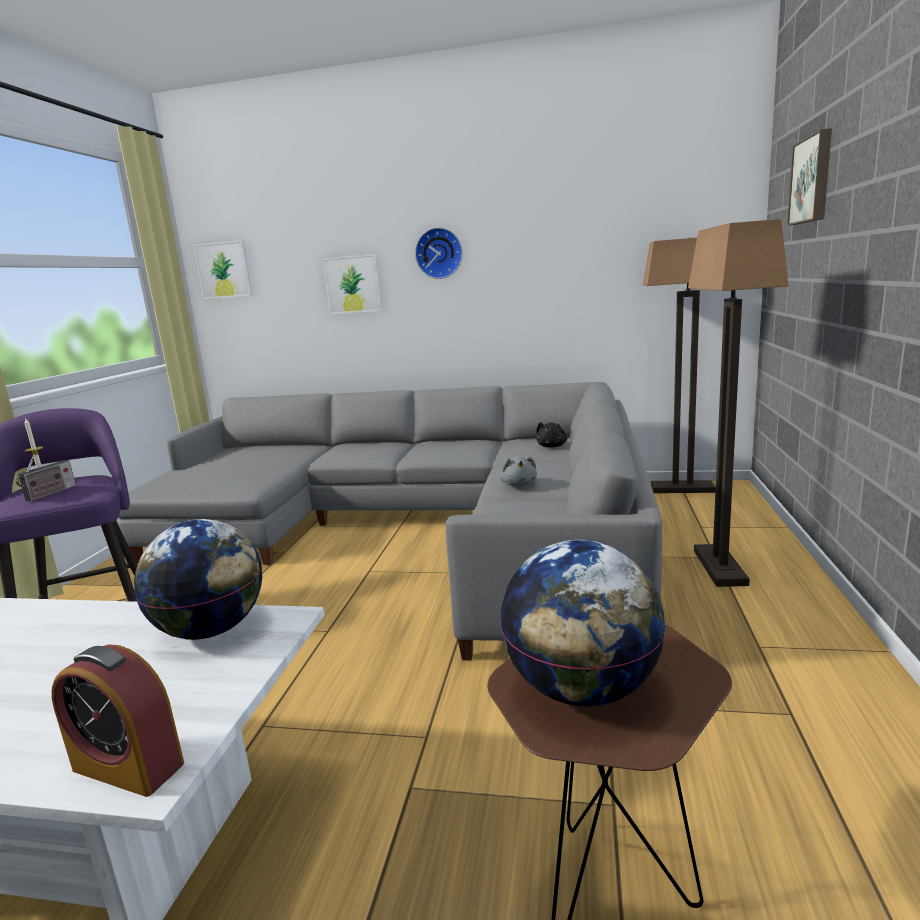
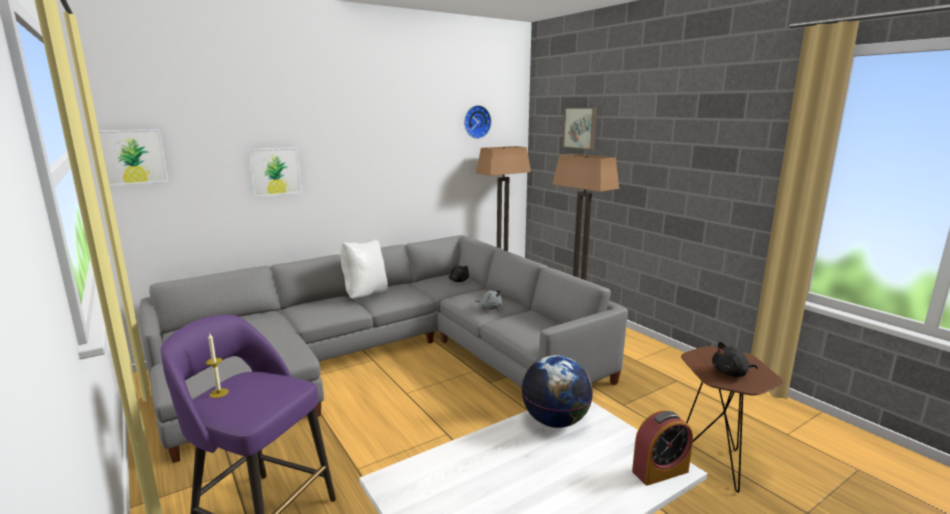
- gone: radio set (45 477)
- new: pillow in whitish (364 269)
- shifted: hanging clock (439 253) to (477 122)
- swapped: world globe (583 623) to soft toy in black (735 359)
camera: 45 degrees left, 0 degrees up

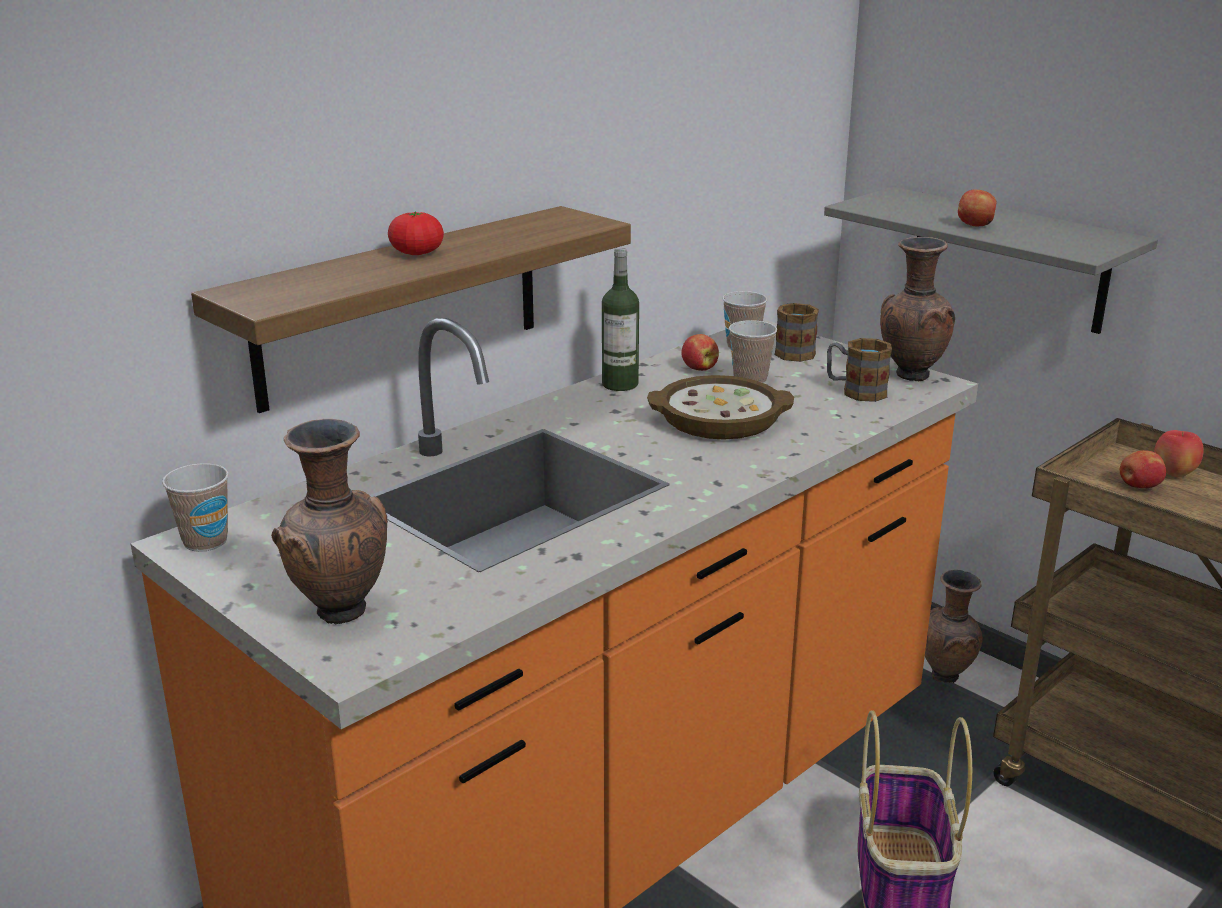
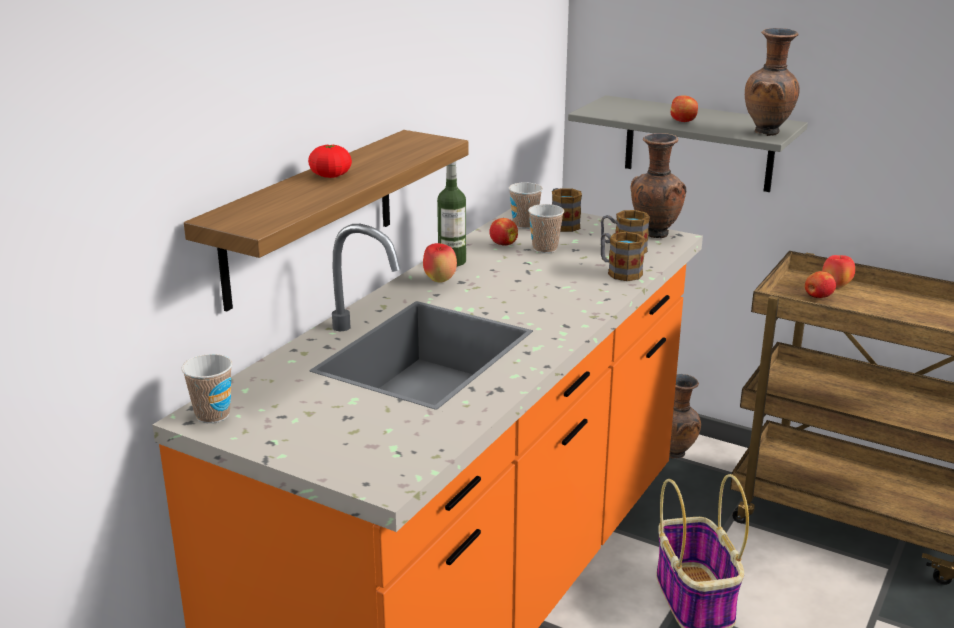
- gone: serving bowl (720 407)
- new: whole apple (440 263)
- new: coffee mug (623 256)
- shifted: decorative vase in brown (329 521) to (772 82)
camera: 15 degrees left, 0 degrees up

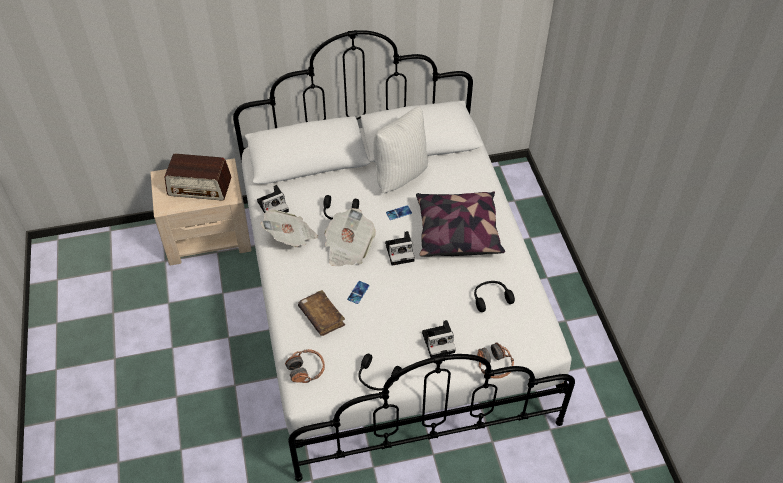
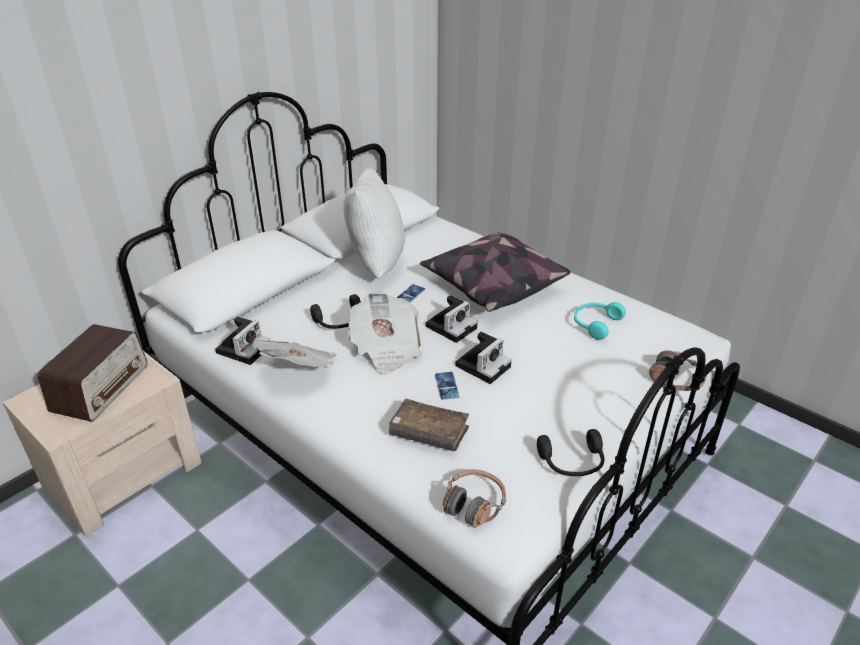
- shifted: still camera (439 339) to (483 358)
- repainted: pair of headphones in black (494 296) to pair of headphones in turquoise (600 321)
- rotated: radio set (198 177) = (92 373) 45 degrees counterclockwise
camera: 35 degrees left, 15 degrees down

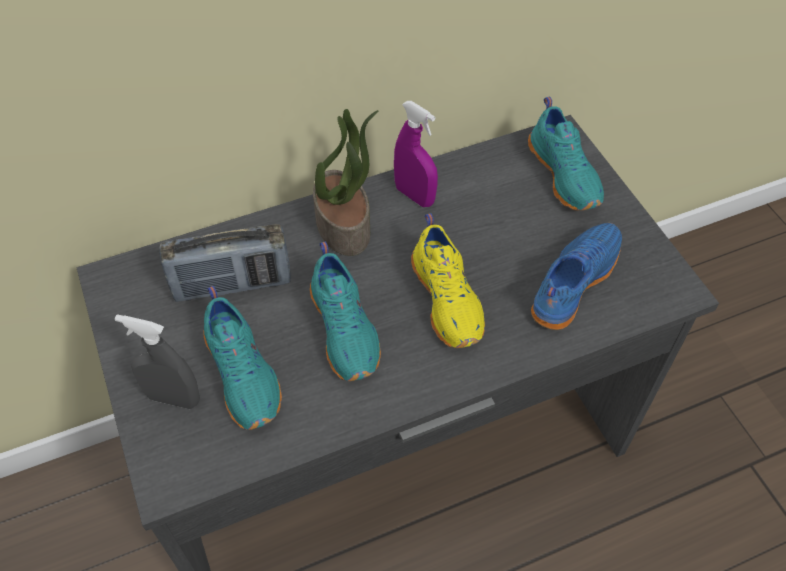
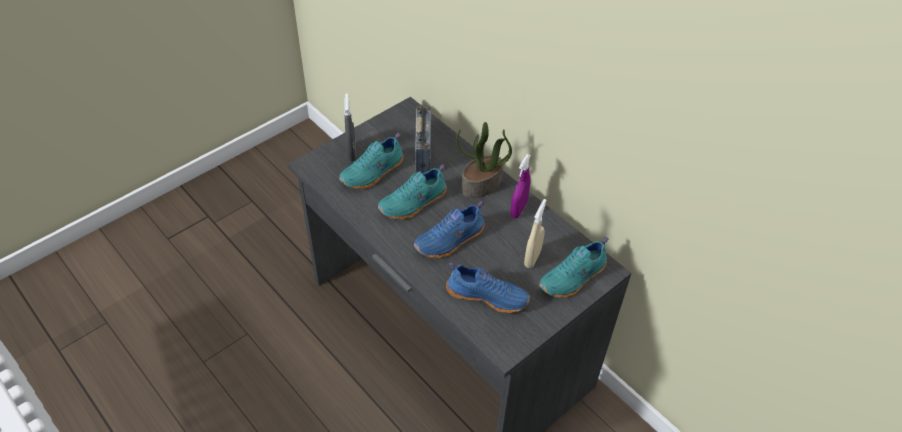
- new: hand sprayer in sand-coloured (535 233)
- repainted: item of footwear in yellowish (448 280) to item of footwear in blue (449 229)
- rotated: radio set (225 263) = (423 139) 150 degrees counterclockwise
camera: 70 degrees right, 5 degrees down

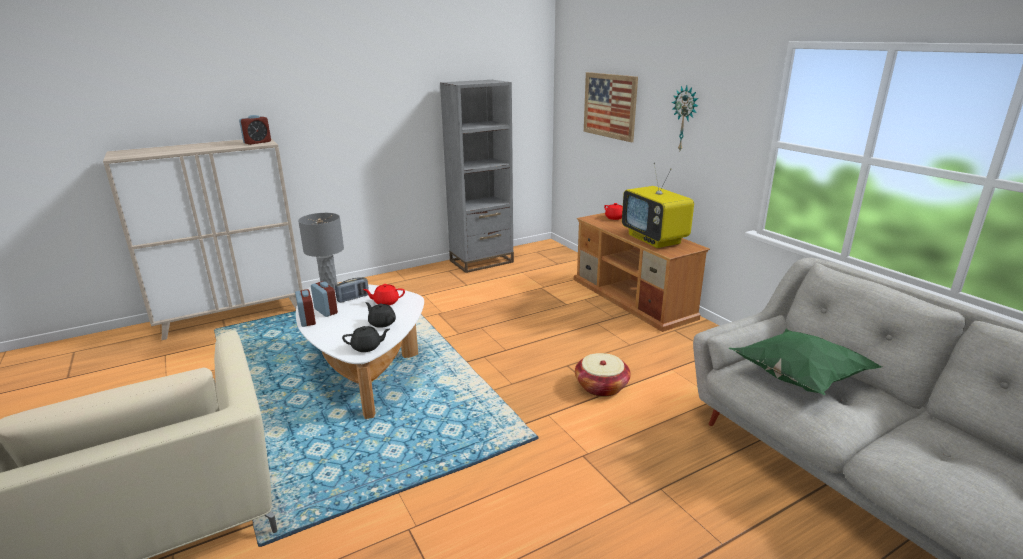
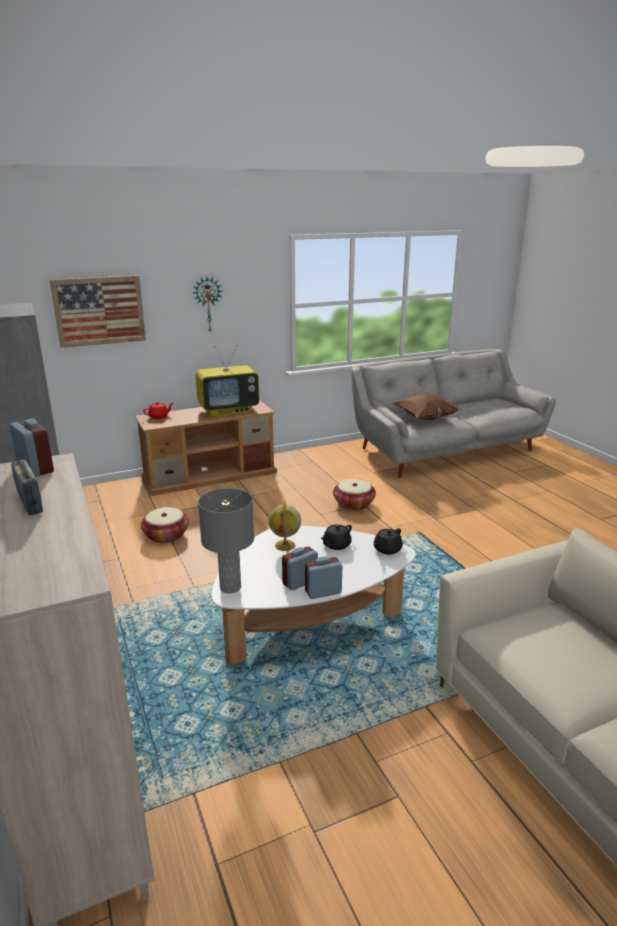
- new: storage basket (165 525)
- shifted: radio set (352 290) to (27 487)
- swapped: pot for tea in red-coloured (384 294) to world globe (285 525)
- repainted: pillow in green-coloured (805 362) to pillow in brown (427 406)
- rotated: pot for tea in black (366 339) = (388 541) 135 degrees counterclockwise
camera: 85 degrees left, 0 degrees up

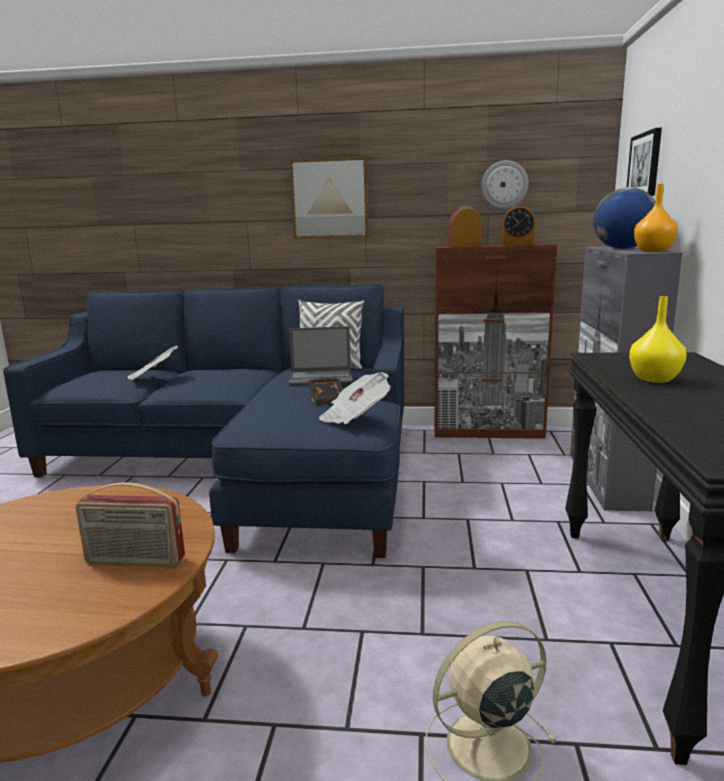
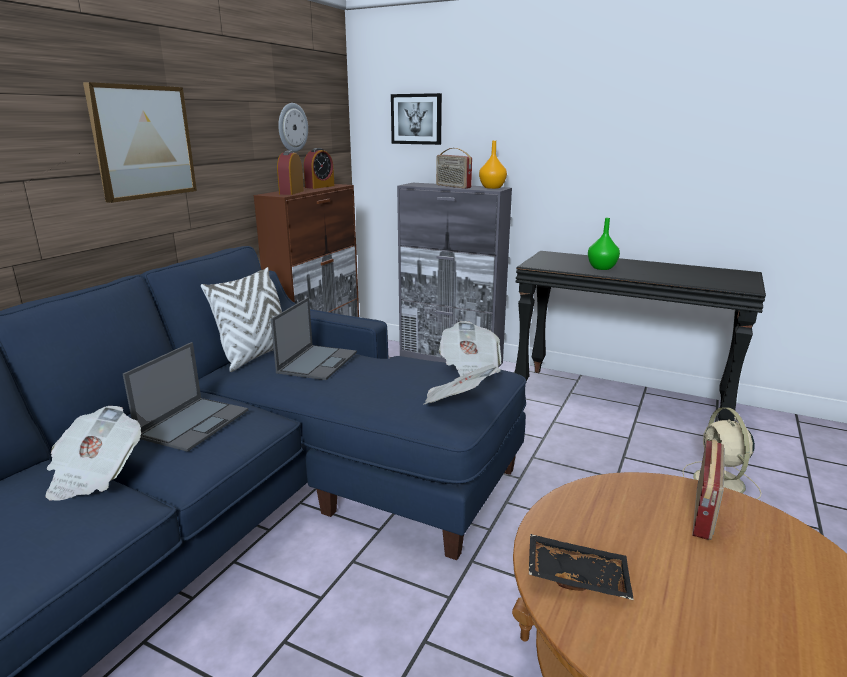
- new: notebook computer (185 397)
- new: newspaper (460 384)
- shifted: carrying tray in black (325 390) to (581 567)
- swapped: world globe (624 218) to radio set (454 168)
- repainted: decorative vase in yellowish (658 339) to decorative vase in green-coloured (604 244)
camera: 70 degrees left, 5 degrees up

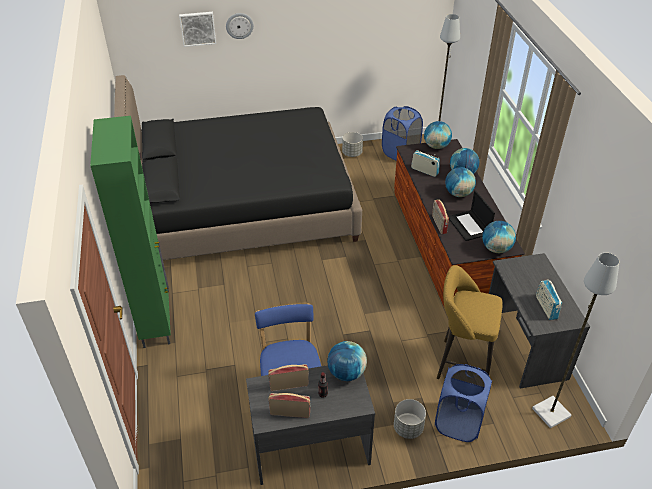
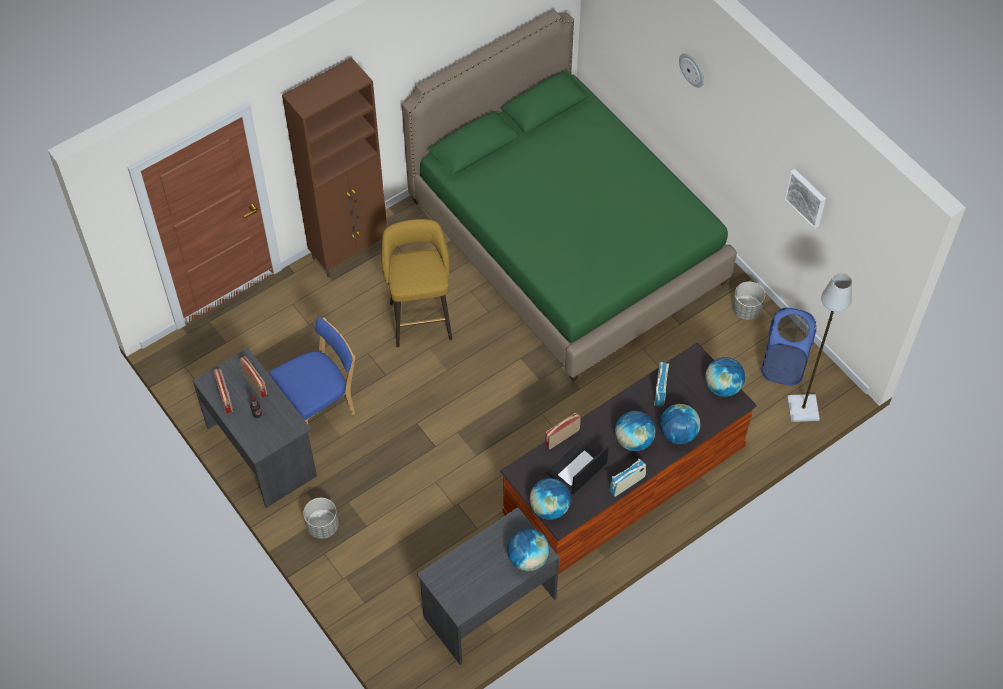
- gone: laundry basket in blue (463 403)
- gone: standard lamp in grey (575 340)
- shifted: picture (197 29) to (805 199)
- shifted: world globe (347 361) to (528 550)
- shifted: sitting stool in yellowish (470 322) to (417 283)
- shifted: radio set (549 299) to (627 478)
- repainted: cupboard in green-coloured (130 232) to cupboard in brown (334 168)
- repainted: bedroom bed in black (238 167) to bedroom bed in green-coloured (569 195)
camera: 65 degrees right, 15 degrees up

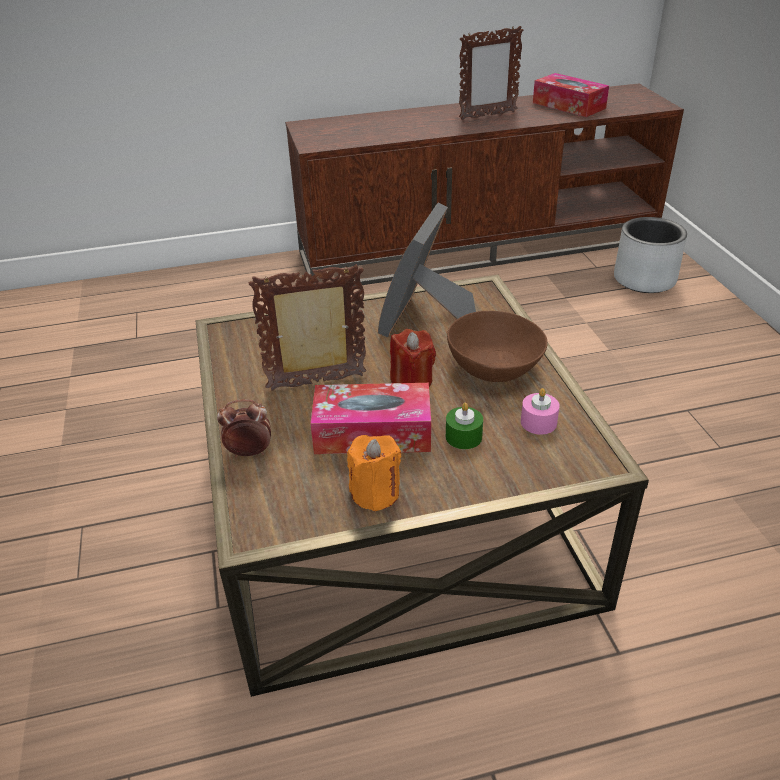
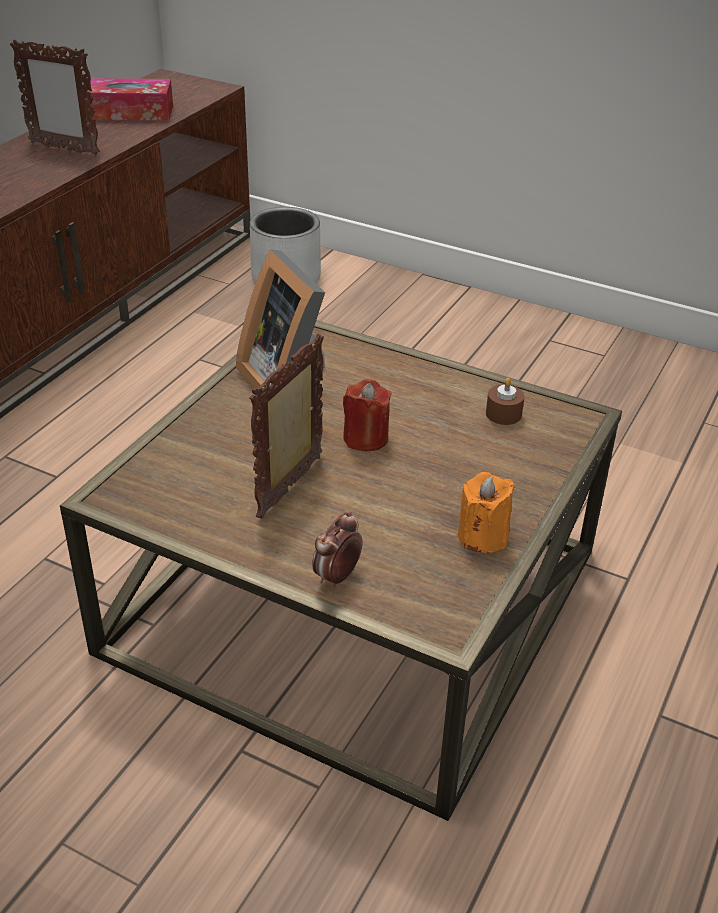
- gone: tissue holder (370 418)
- gone: wax candle in green-coloured (464 425)
- gone: serving bowl in brown (497 346)
- repainted: wax candle in pink (540 411) to wax candle in brown (505 401)
- rotated: picture frame (491 73) = (55 97) 90 degrees clockwise
camera: 50 degrees left, 0 degrees up

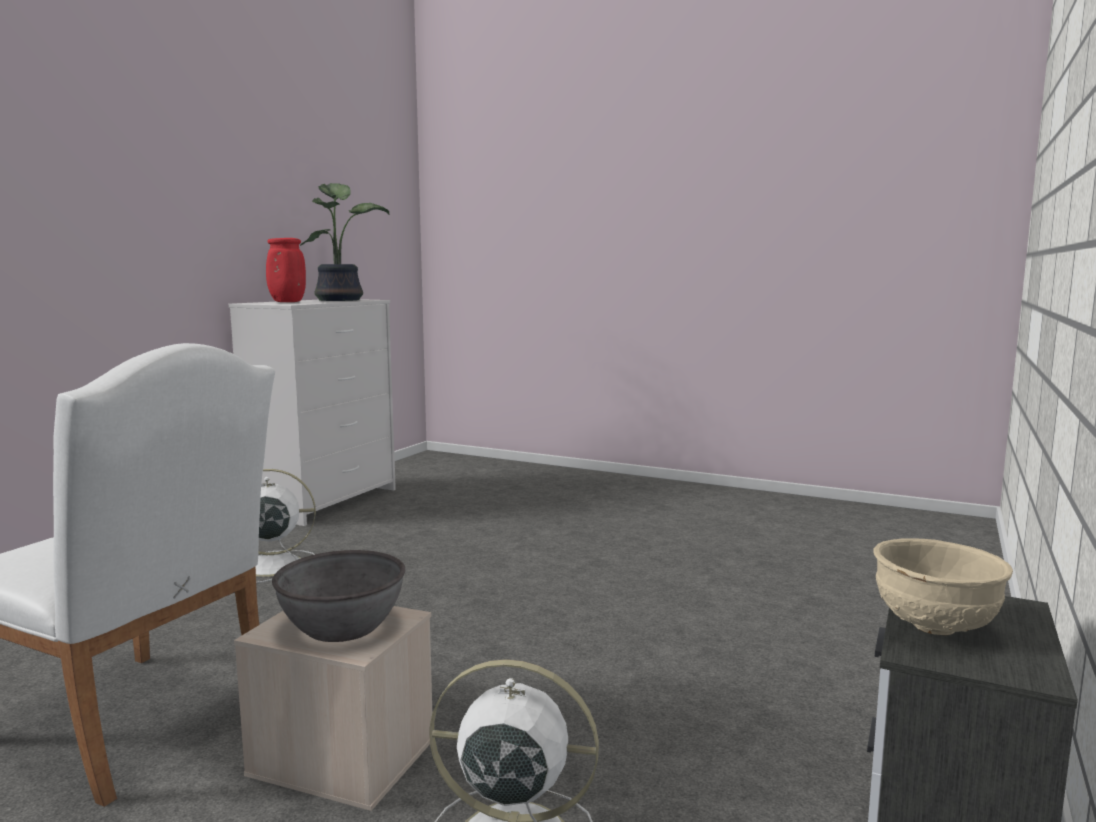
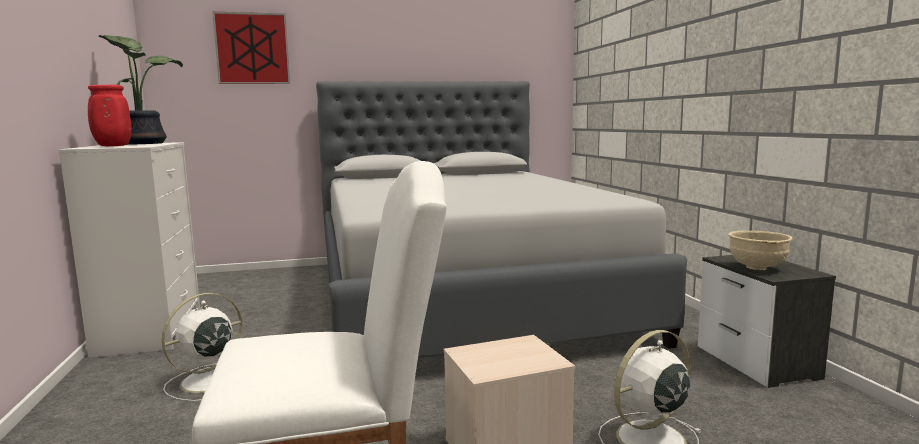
- gone: serving bowl in grey (338 596)
- new: picture (251 48)
- new: bedroom bed in grey (501 219)
camera: 40 degrees left, 0 degrees up

